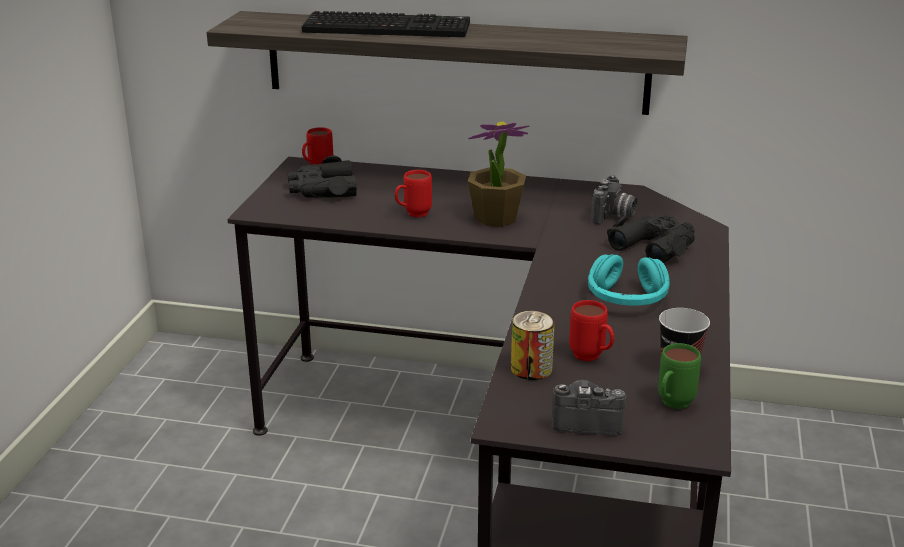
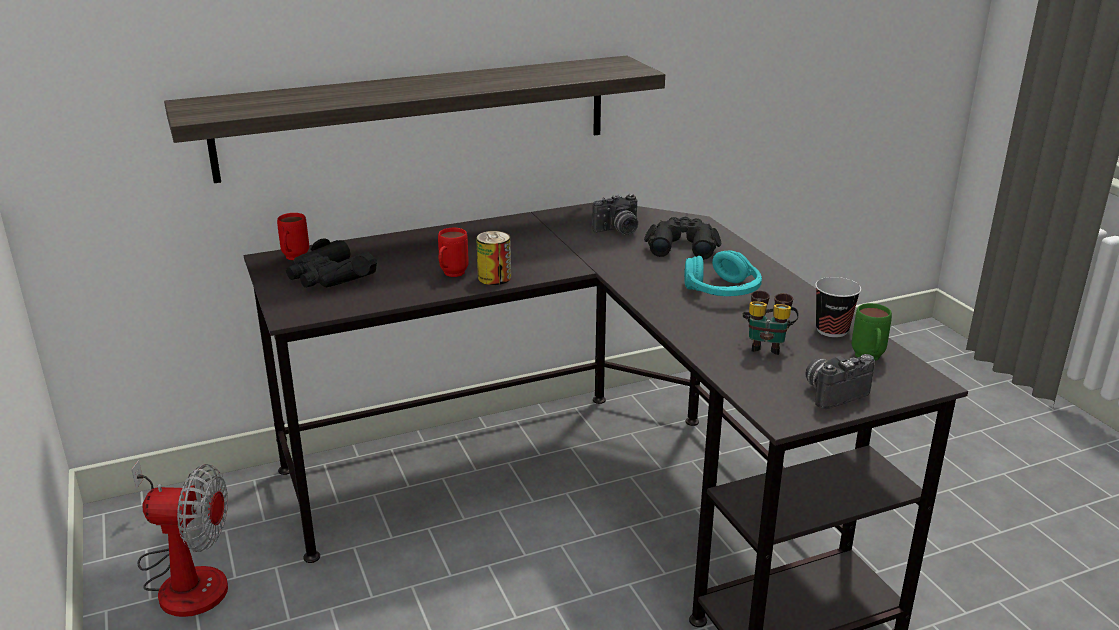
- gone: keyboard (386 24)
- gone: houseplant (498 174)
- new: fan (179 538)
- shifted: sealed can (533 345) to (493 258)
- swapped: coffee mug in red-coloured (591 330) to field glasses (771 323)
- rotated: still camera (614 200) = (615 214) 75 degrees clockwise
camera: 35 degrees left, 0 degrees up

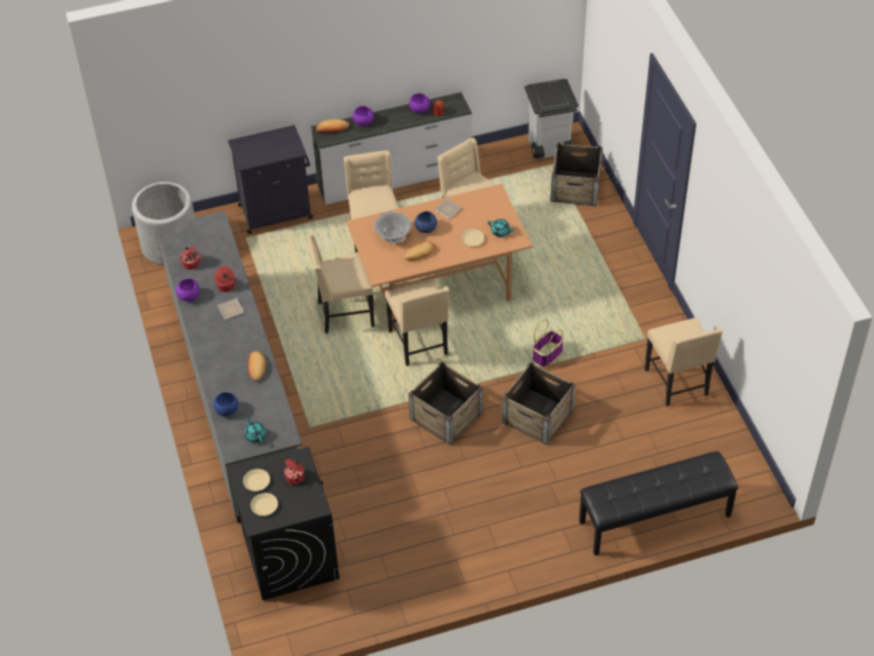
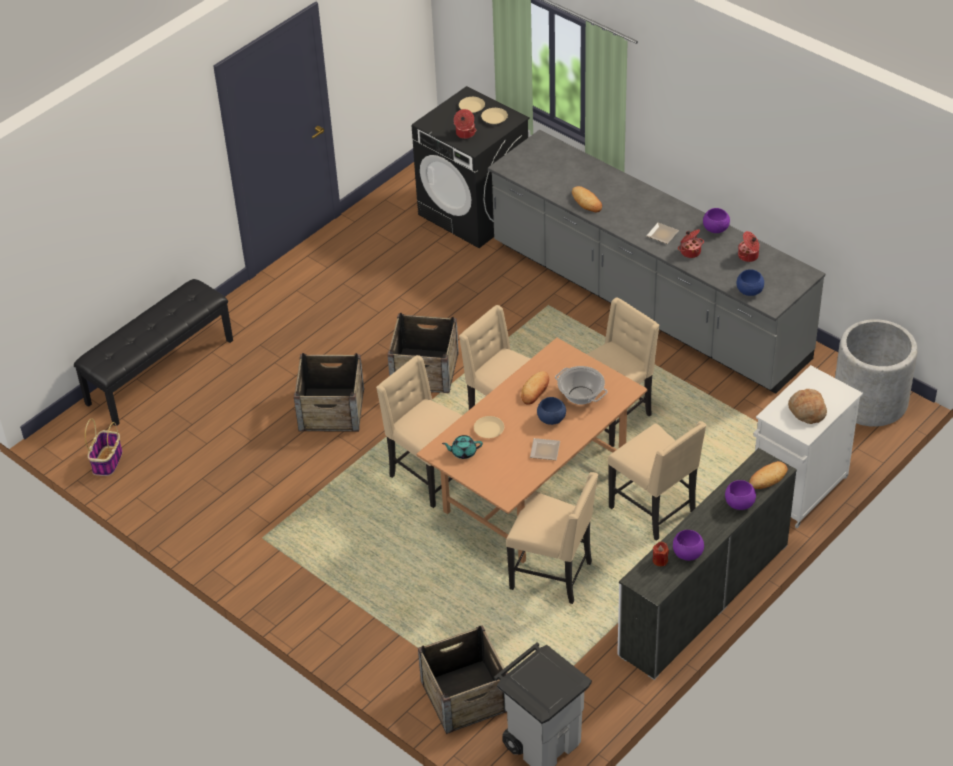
- gone: pot for tea in turquoise (255 429)
- new: baked bread (807 406)
- shifted: serving bowl in blue (225 404) to (750 282)
- shifted: storage basket (548 343) to (104 447)
- shifted: plain chair in sand-coloured (684 362) to (419 431)
- repainted: cupboard in black (270 179) to cupboard in whitish (808 446)
camera: 150 degrees right, 5 degrees down

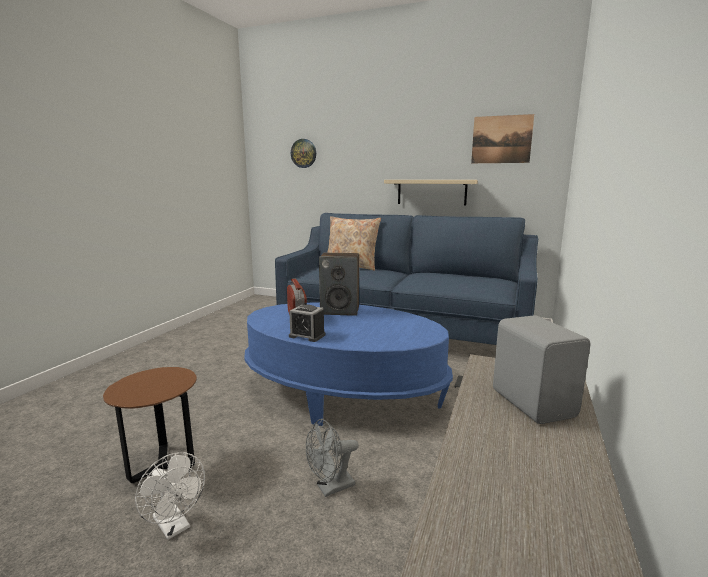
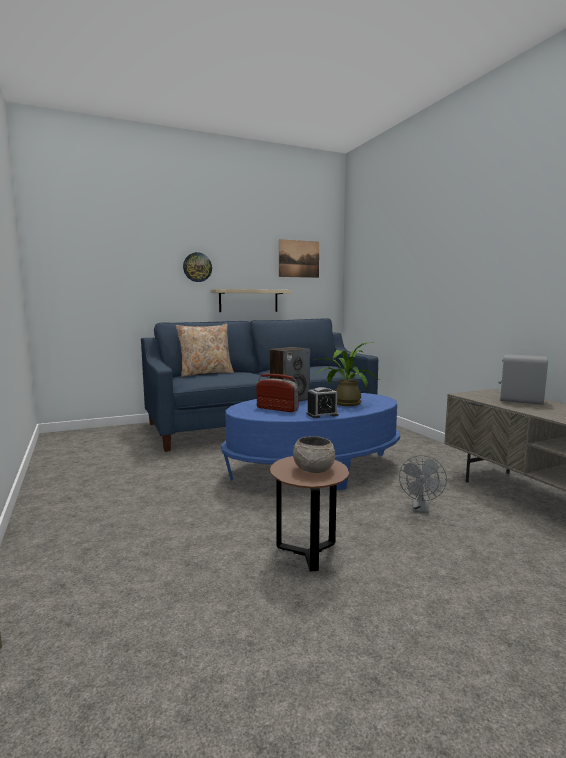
- gone: fan in whitish (170 496)
- new: serving bowl in grey (314 454)
- new: houseplant (345 374)
- shifted: hanging clock (303 153) to (197 267)
camera: 45 degrees left, 5 degrees down

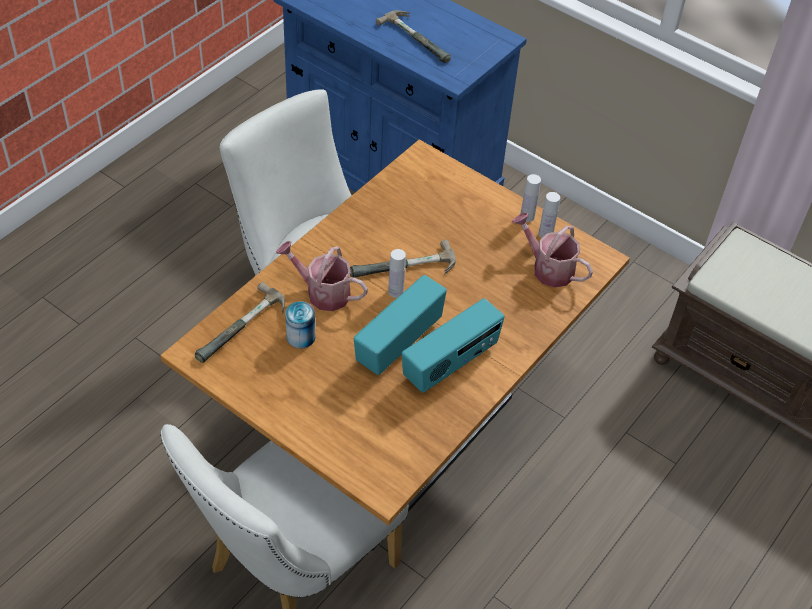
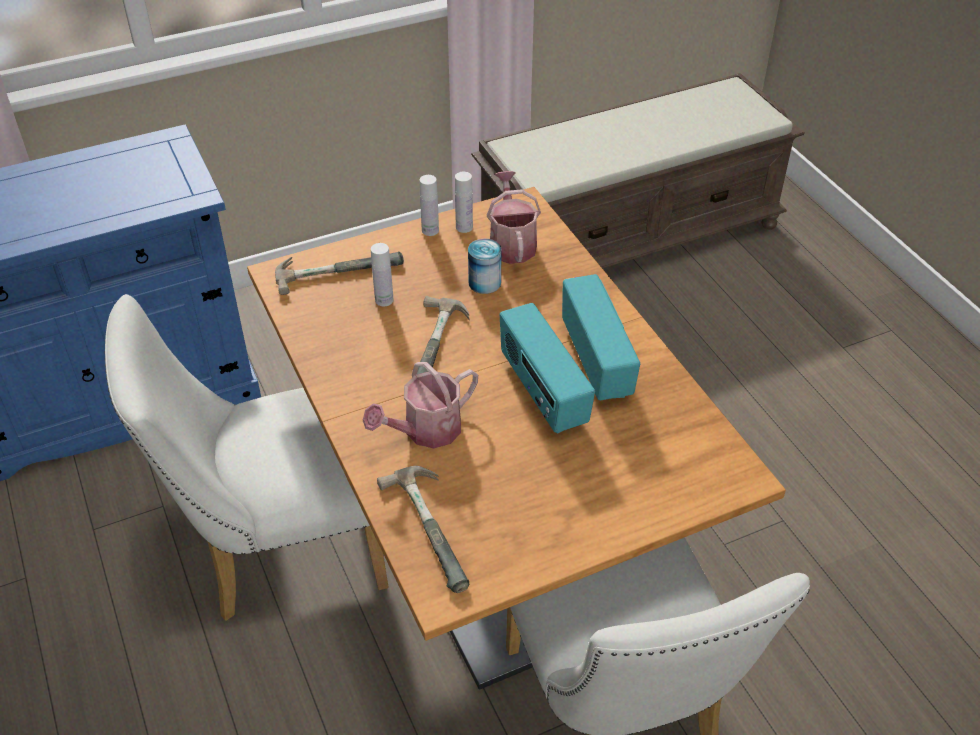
- shifted: sealed can (300 325) to (485 266)
- shifted: hammer (413 36) to (339 273)
- shifted: bottle in whitish (397 273) to (382 274)
- rotated: watering can (552 250) = (514 217) 105 degrees clockwise
camera: 60 degrees left, 5 degrees down

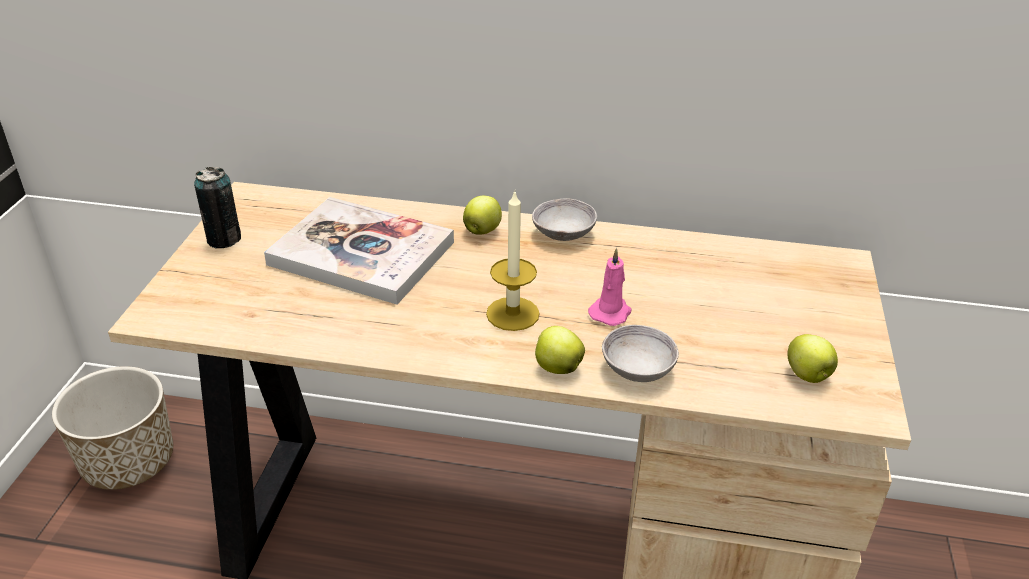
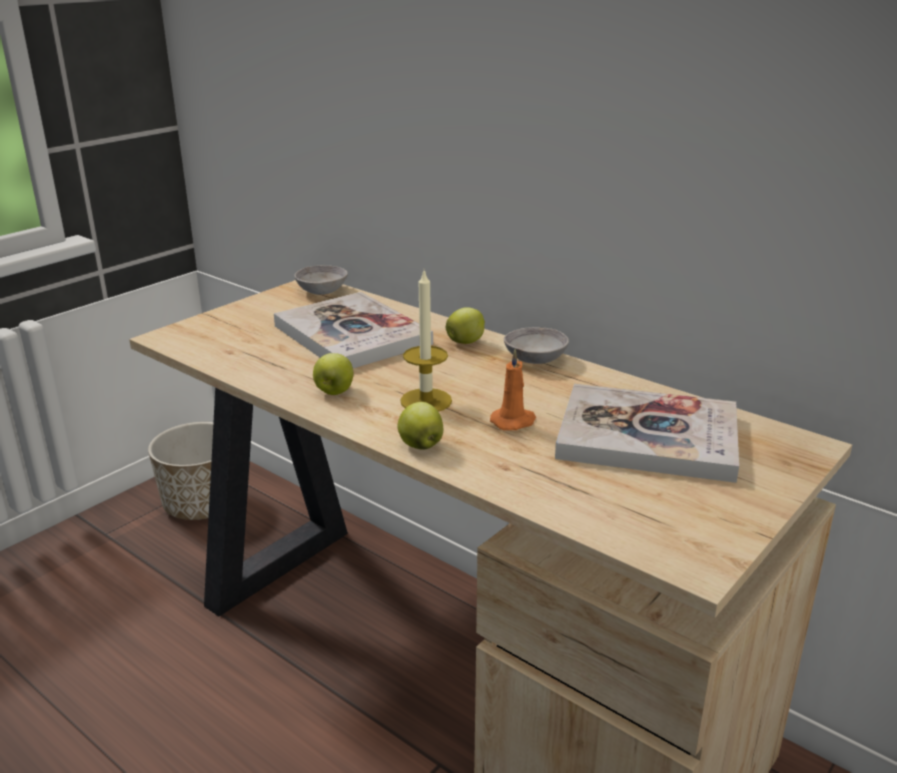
- gone: sealed can (217 207)
- new: book (647 433)
- shifted: serving bowl in grey (640 353) to (321 280)
- shifted: whole apple (812 358) to (333 374)
- repainted: wax candle in pink (610 287) to wax candle in orangey (513 390)
camera: 30 degrees right, 10 degrees down

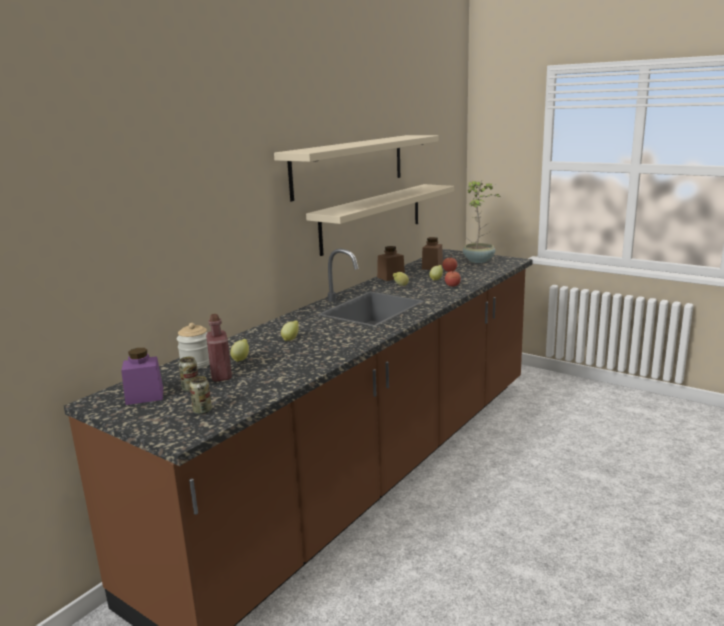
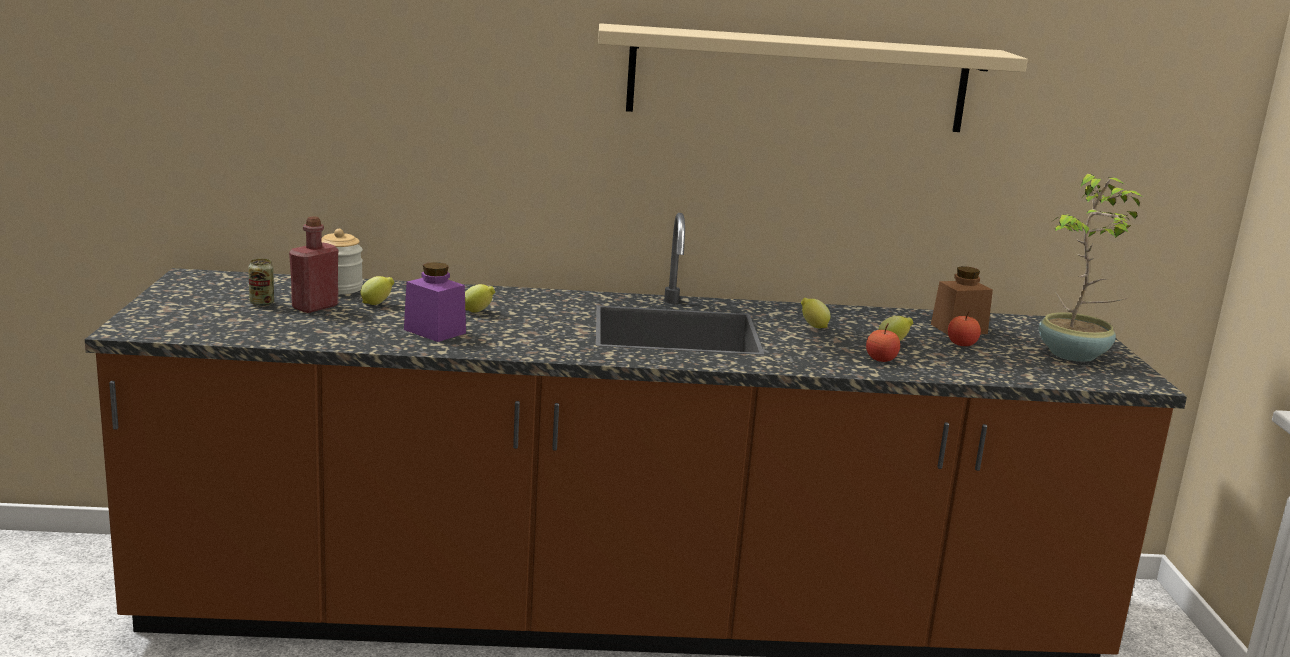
- gone: sealed can (200 395)
- gone: wall shelf in sand-coloured (380 220)
- gone: jar in brown (391 263)
- shifted: jar in purple-coloured (142 376) to (435 302)
camera: 50 degrees right, 0 degrees up

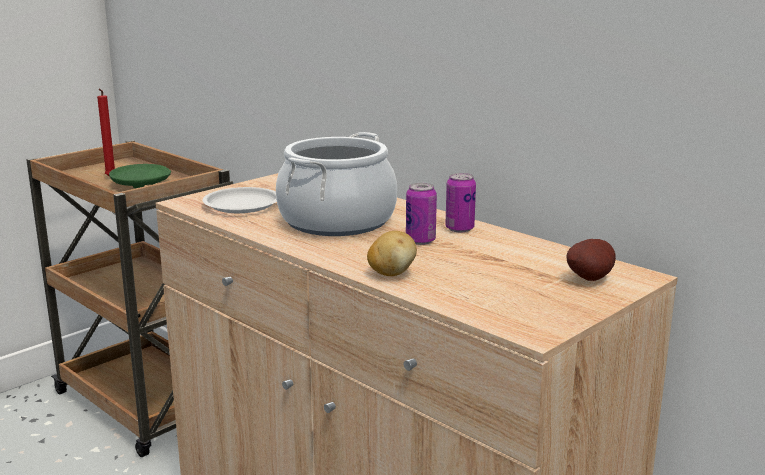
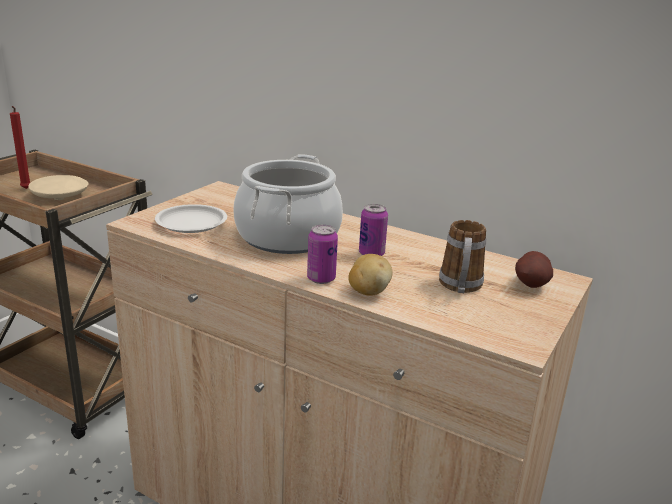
- new: coffee mug (462 256)
- shifted: sealed can (461 202) to (322 254)
- repainted: dinner plate in green-coloured (140 176) to dinner plate in sand-coloured (58 187)
camera: 15 degrees left, 5 degrees up

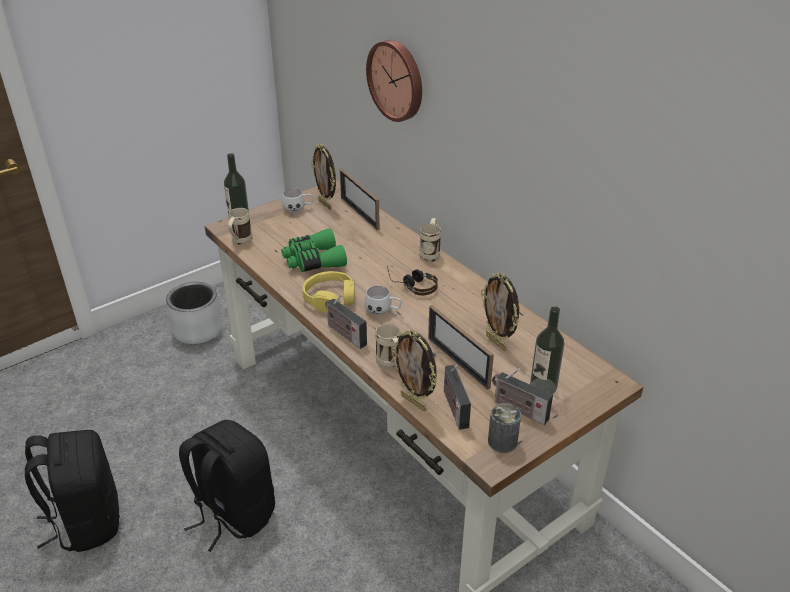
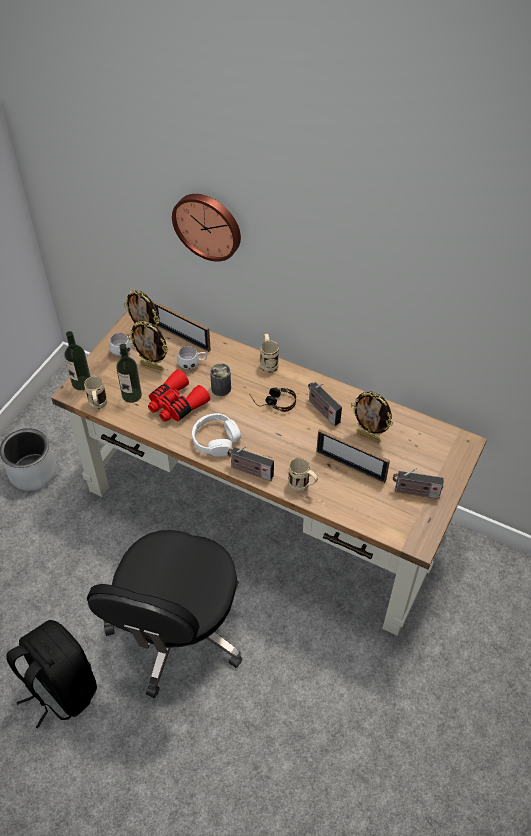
- shifted: coffee mug in whitish (383 300) to (192 358)
- shifted: picture frame (414 371) to (148 346)
- shifted: radio set (457 397) to (325 404)
- shifted: sealed can (504 428) to (220 379)
- shifted: bottle (547 350) to (129 373)
- swapped: rucksack in black (227 486) to office chair in black (164 614)
- repainted: field glasses in green-coloured (314 250) to field glasses in red-coloured (179 395)
- repainted: pair of headphones in yellowish (329 292) to pair of headphones in whitish (216 434)
camera: 25 degrees left, 15 degrees up

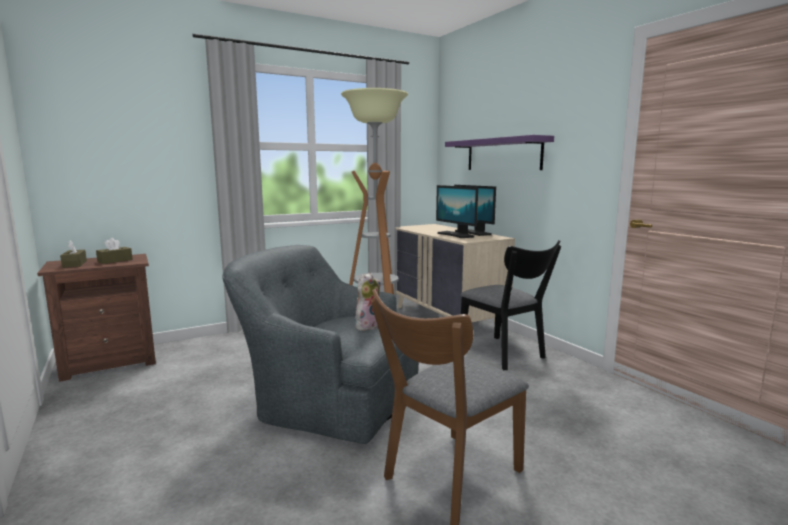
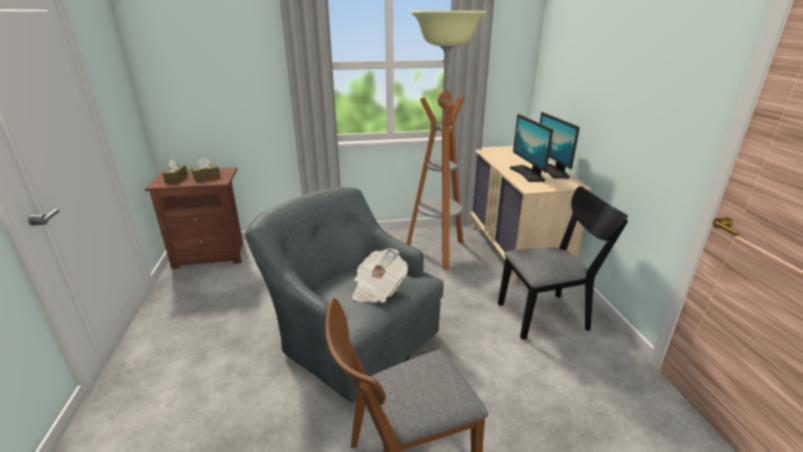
- gone: wall shelf in purple-coloured (499 152)
- swapped: soft toy (368 302) to newspaper (380 275)
- rotated: plain chair in black (511 305) = (563 263) 90 degrees counterclockwise
camera: 20 degrees right, 15 degrees up

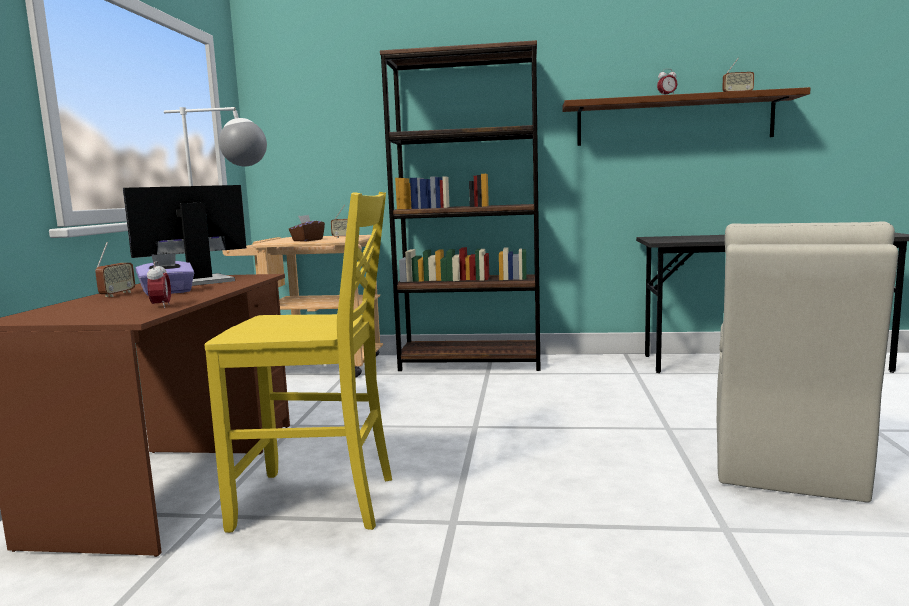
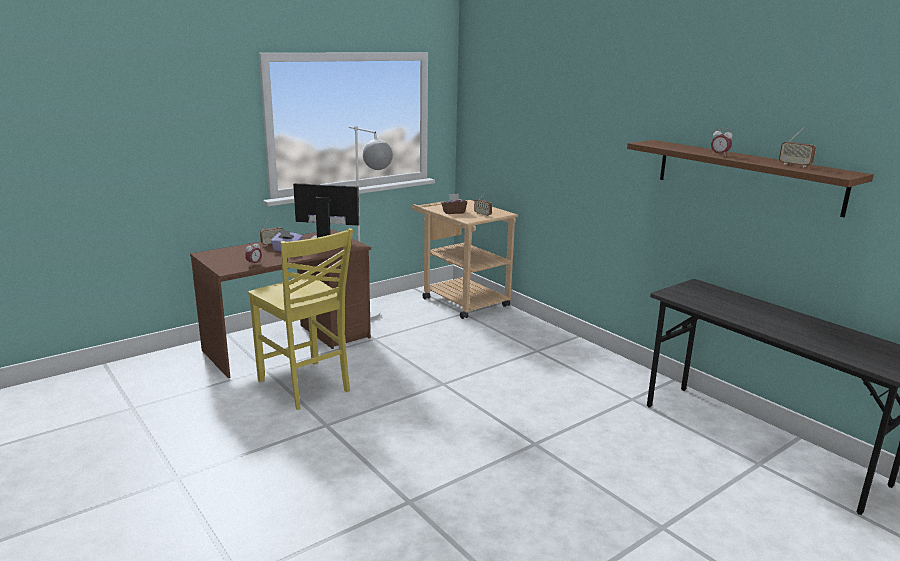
- gone: bookcase in brown (460 205)
- gone: plain chair in sand-coloured (807 362)
camera: 45 degrees right, 10 degrees up

